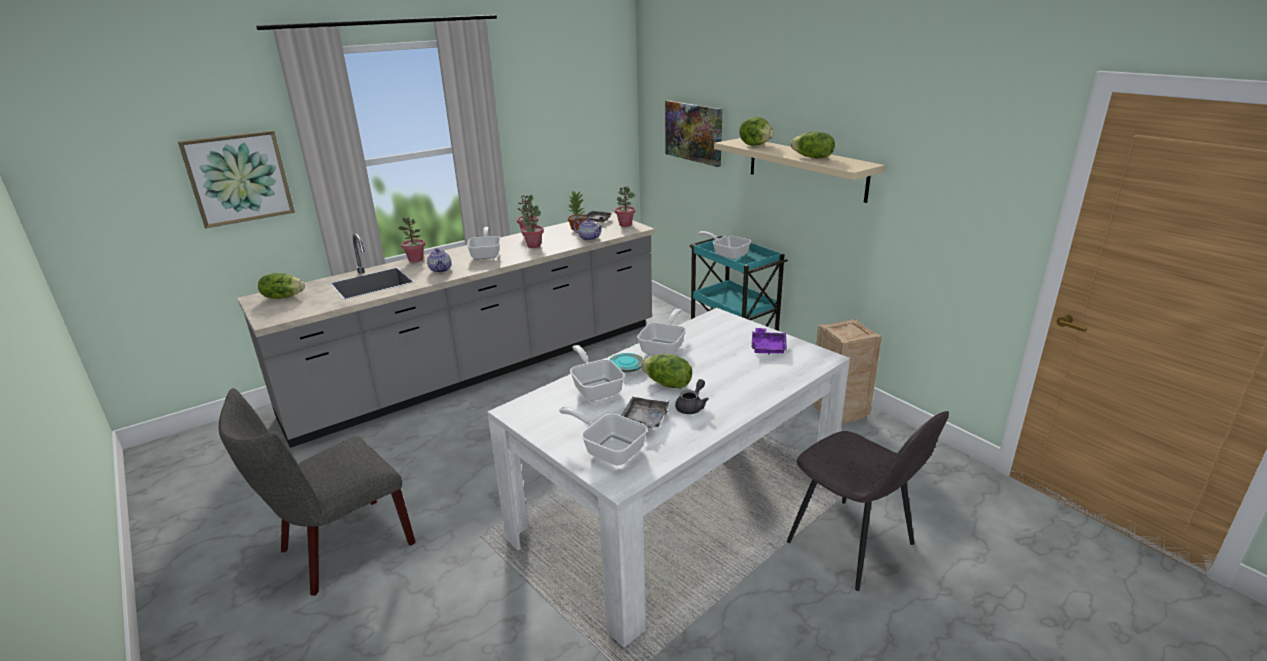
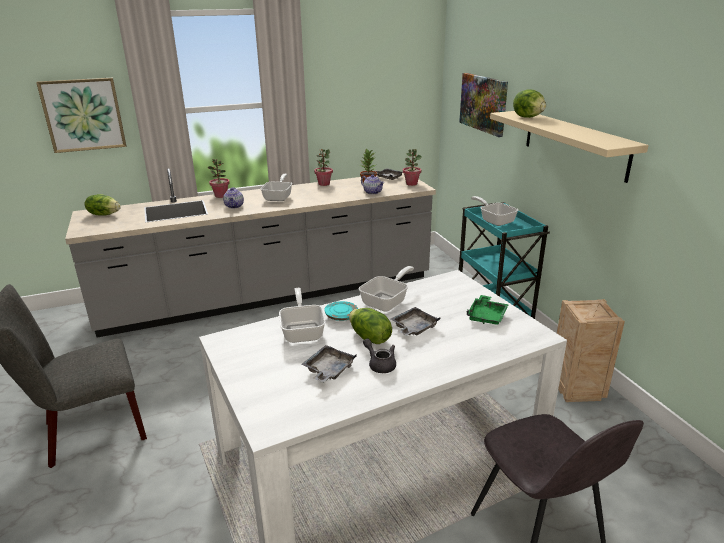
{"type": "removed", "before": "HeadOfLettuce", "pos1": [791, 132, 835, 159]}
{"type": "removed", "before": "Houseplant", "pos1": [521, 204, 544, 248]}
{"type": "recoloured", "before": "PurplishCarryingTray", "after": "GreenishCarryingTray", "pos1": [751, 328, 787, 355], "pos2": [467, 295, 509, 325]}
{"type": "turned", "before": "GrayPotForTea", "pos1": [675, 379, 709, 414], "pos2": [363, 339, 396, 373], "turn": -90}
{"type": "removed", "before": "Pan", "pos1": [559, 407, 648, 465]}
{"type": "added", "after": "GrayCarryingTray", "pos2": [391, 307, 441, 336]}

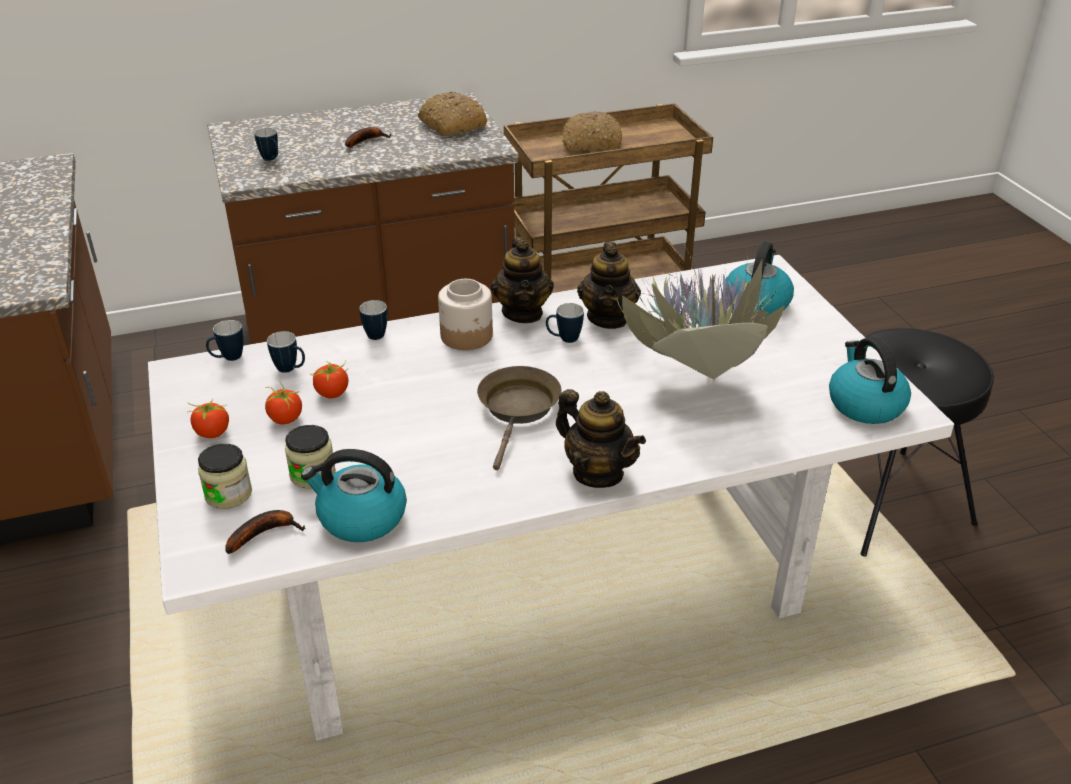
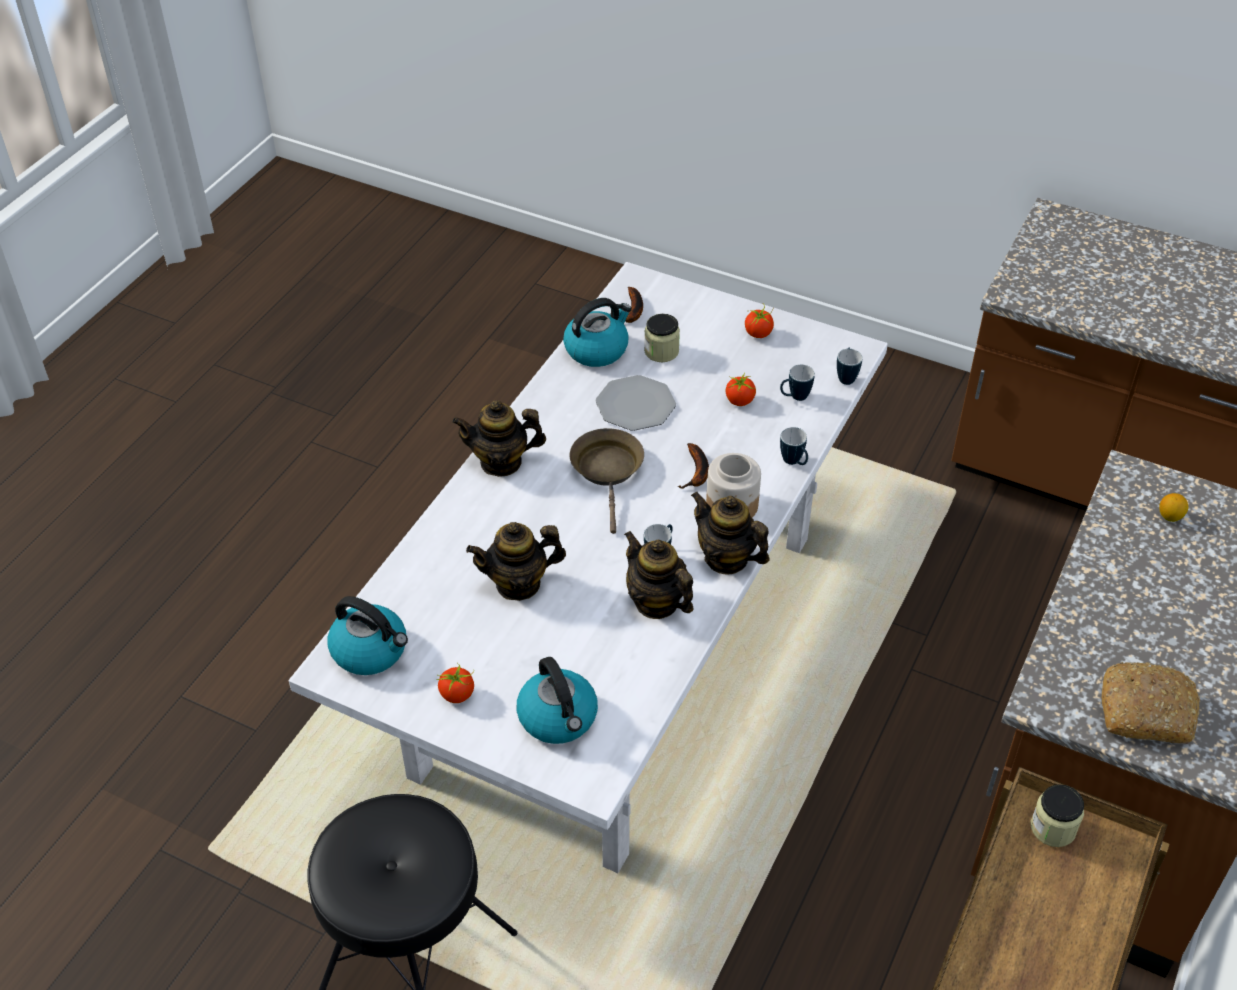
{"type": "removed", "before": "BakedBread", "pos1": [562, 111, 622, 151]}
{"type": "moved", "before": "Banana", "pos1": [345, 127, 391, 148], "pos2": [678, 443, 709, 489]}
{"type": "replaced", "before": "TeaMug", "after": "CitrusFruit", "pos1": [254, 128, 278, 161], "pos2": [1159, 493, 1188, 522]}
{"type": "replaced", "before": "Houseplant", "after": "PotForTea", "pos1": [615, 245, 793, 379], "pos2": [466, 522, 566, 601]}
{"type": "turned", "before": "BrownColouredPan", "pos1": [477, 366, 561, 470], "pos2": [570, 428, 644, 534], "turn": -150}
{"type": "moved", "before": "FreshTomato", "pos1": [265, 382, 302, 425], "pos2": [437, 663, 474, 703]}
{"type": "moved", "before": "PreserveJar", "pos1": [198, 444, 252, 509], "pos2": [1031, 784, 1084, 847]}
{"type": "added", "after": "FlatDish", "pos2": [596, 375, 676, 431]}

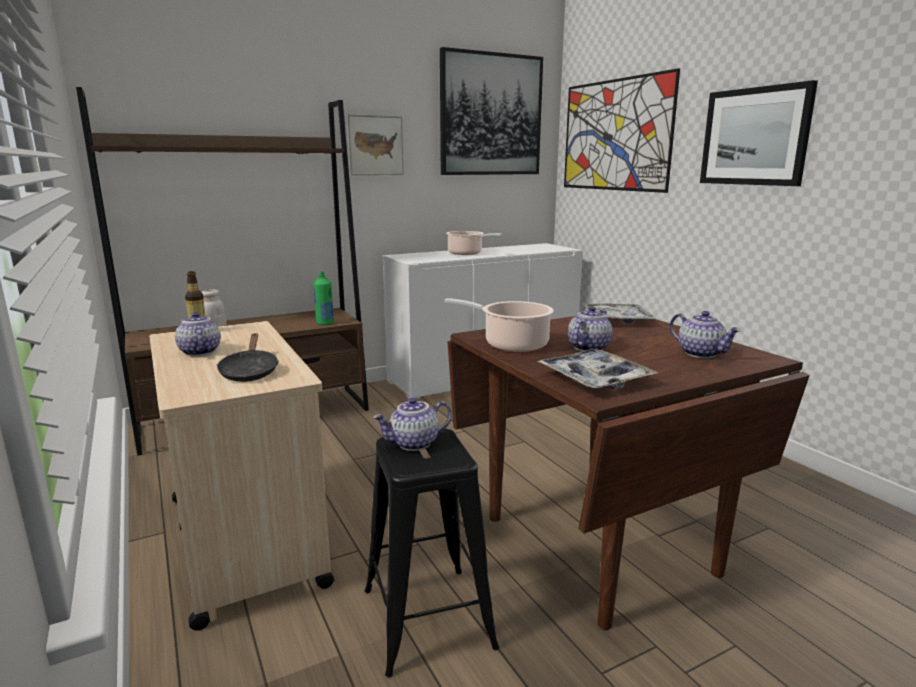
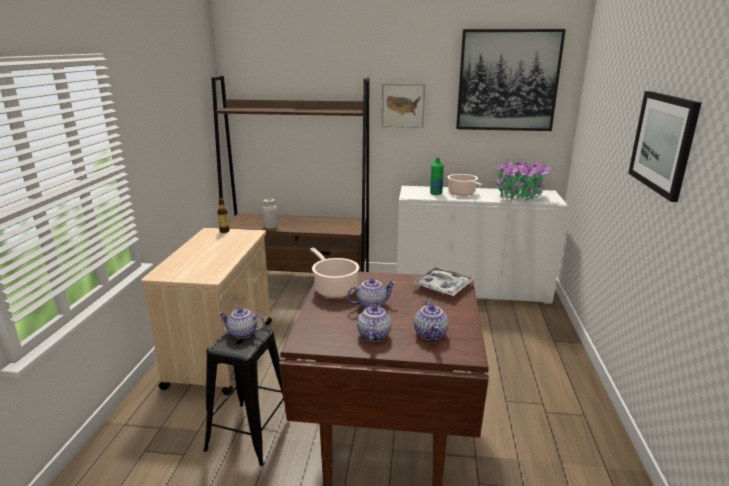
{"type": "removed", "before": "WallArt", "pos1": [564, 68, 680, 193]}
{"type": "moved", "before": "GreenishDrinkBottle", "pos1": [313, 271, 334, 325], "pos2": [430, 158, 444, 195]}
{"type": "moved", "before": "PotForTea", "pos1": [175, 312, 221, 356], "pos2": [357, 301, 392, 342]}
{"type": "removed", "before": "BlackPan", "pos1": [216, 333, 279, 382]}
{"type": "removed", "before": "CarryingTray", "pos1": [537, 349, 659, 389]}
{"type": "added", "after": "Houseplant", "pos2": [494, 157, 551, 200]}

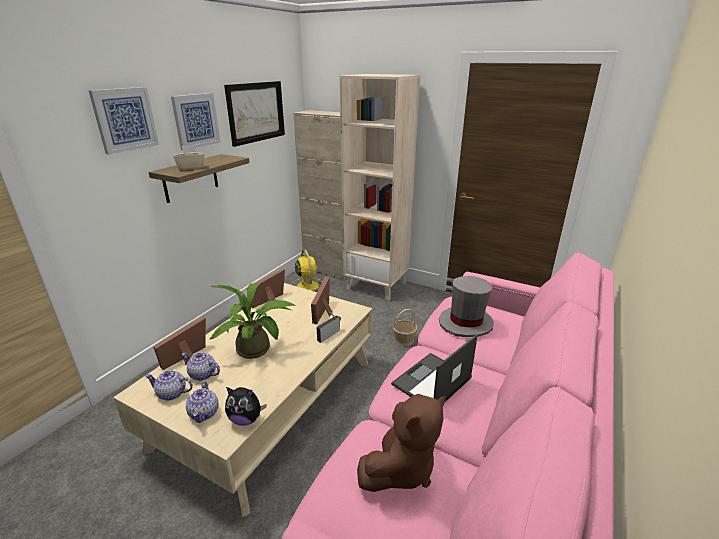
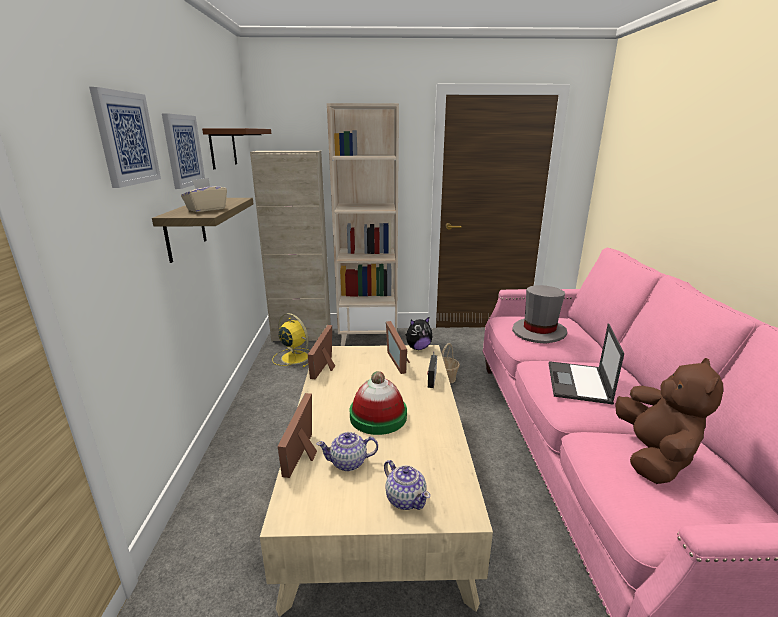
{"type": "replaced", "before": "WallArt", "after": "BrownColouredBracketShelf", "pos1": [224, 81, 285, 147], "pos2": [202, 128, 271, 169]}
{"type": "replaced", "before": "Houseplant", "after": "Hat", "pos1": [210, 283, 295, 359], "pos2": [350, 371, 407, 435]}
{"type": "removed", "before": "PotForTea", "pos1": [145, 370, 193, 401]}
{"type": "moved", "before": "SoftToy", "pos1": [225, 387, 266, 426], "pos2": [405, 317, 432, 350]}

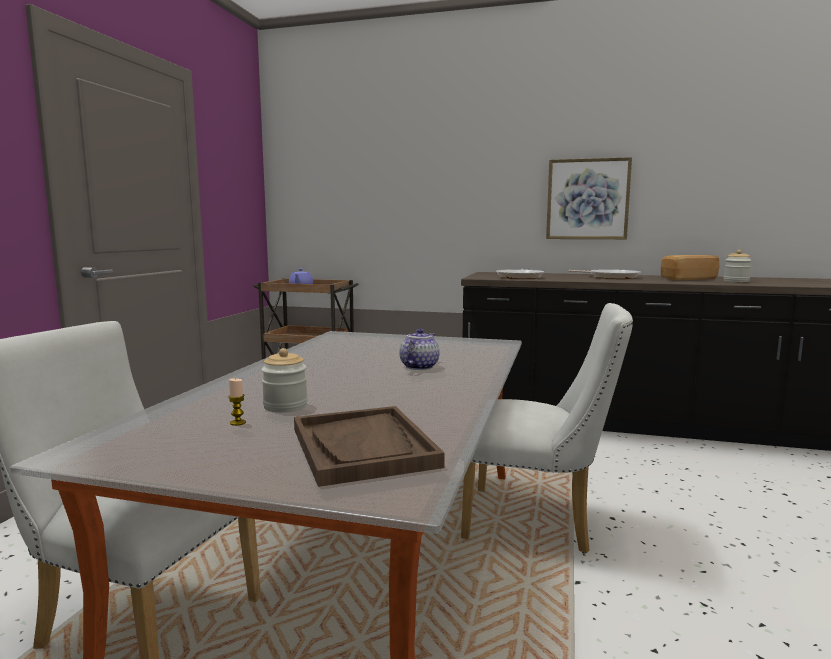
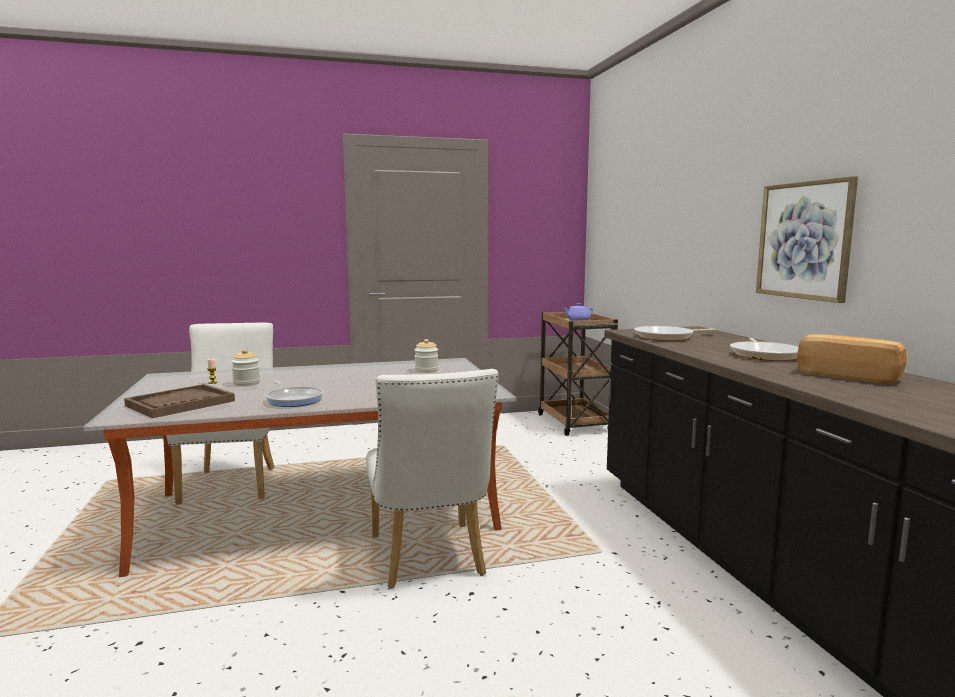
{"type": "moved", "before": "PreserveJar", "pos1": [724, 250, 752, 282], "pos2": [415, 339, 438, 373]}
{"type": "removed", "before": "PotForTea", "pos1": [399, 328, 440, 370]}
{"type": "added", "after": "Pan", "pos2": [265, 381, 324, 407]}

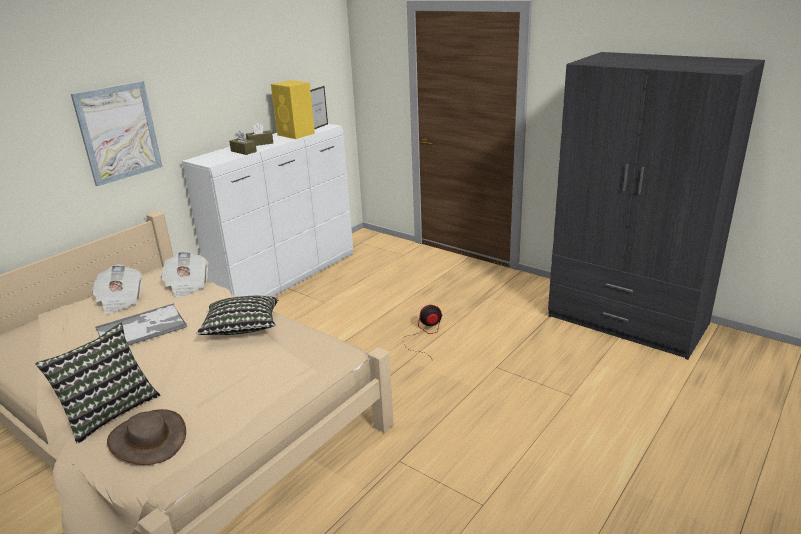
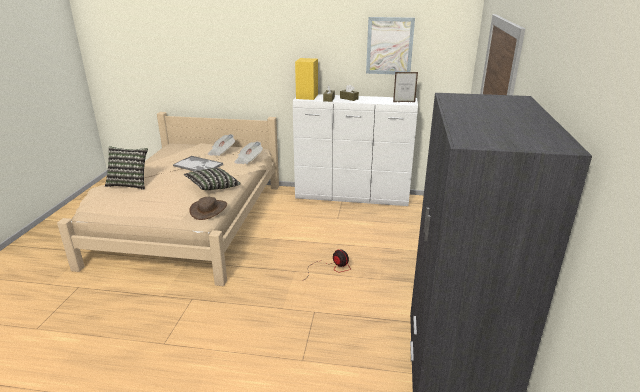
{"type": "moved", "before": "YellowColouredAudioSpeaker", "pos1": [271, 80, 315, 139], "pos2": [295, 58, 318, 100]}
{"type": "moved", "before": "WallArt", "pos1": [71, 81, 163, 186], "pos2": [366, 17, 415, 74]}
{"type": "moved", "before": "BrownColouredHat", "pos1": [107, 409, 186, 465], "pos2": [189, 197, 227, 220]}

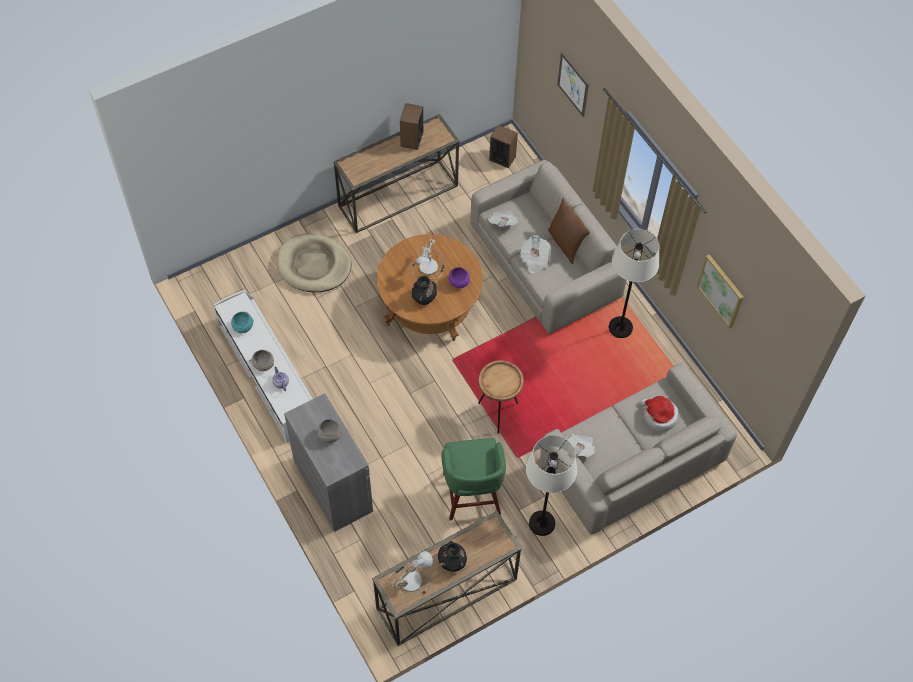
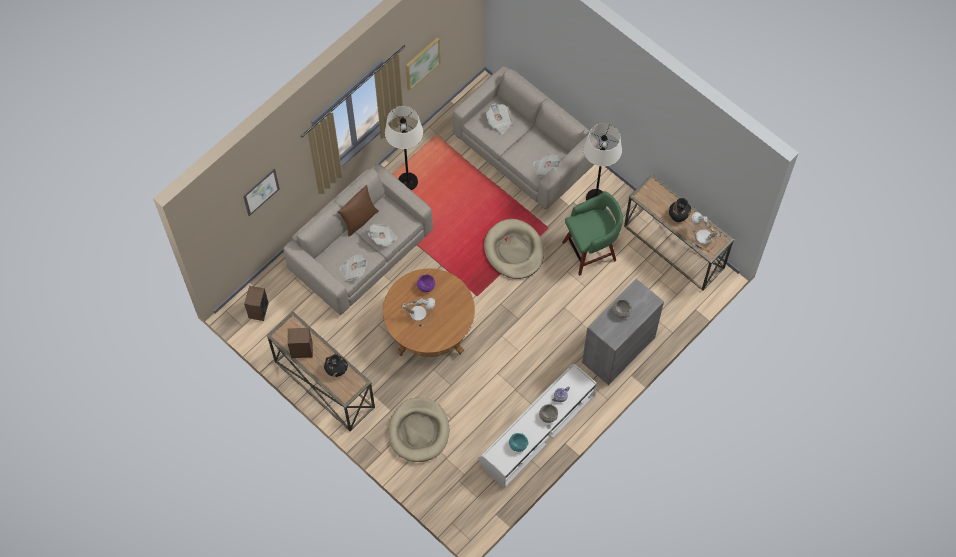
{"type": "moved", "before": "BlackFlowerVase", "pos1": [412, 276, 437, 305], "pos2": [324, 354, 348, 377]}
{"type": "replaced", "before": "BrownColouredEndTable", "after": "BeigeDogBed", "pos1": [478, 360, 524, 434], "pos2": [484, 219, 544, 279]}
{"type": "replaced", "before": "Hat", "after": "Newspaper", "pos1": [640, 396, 679, 431], "pos2": [486, 103, 513, 134]}

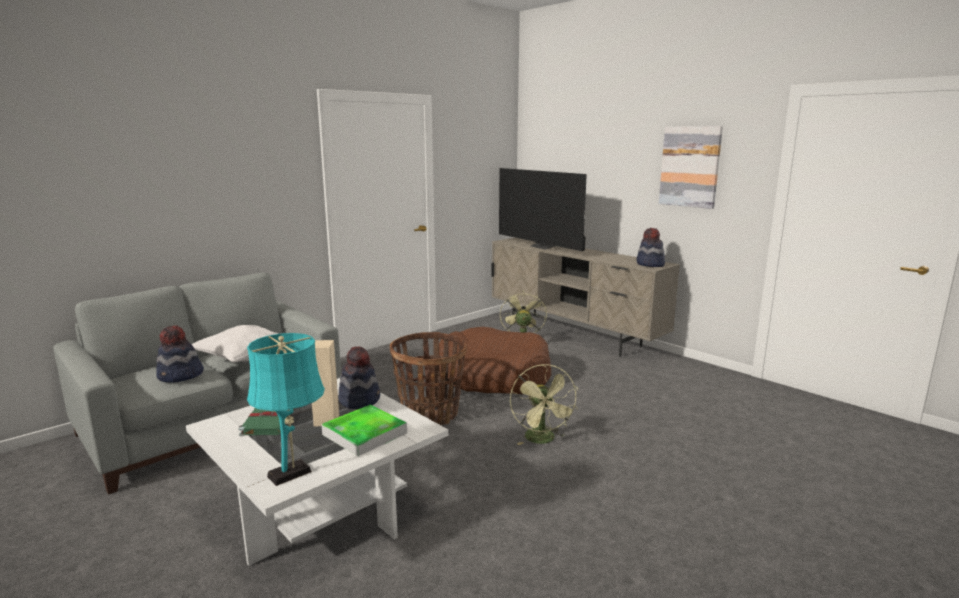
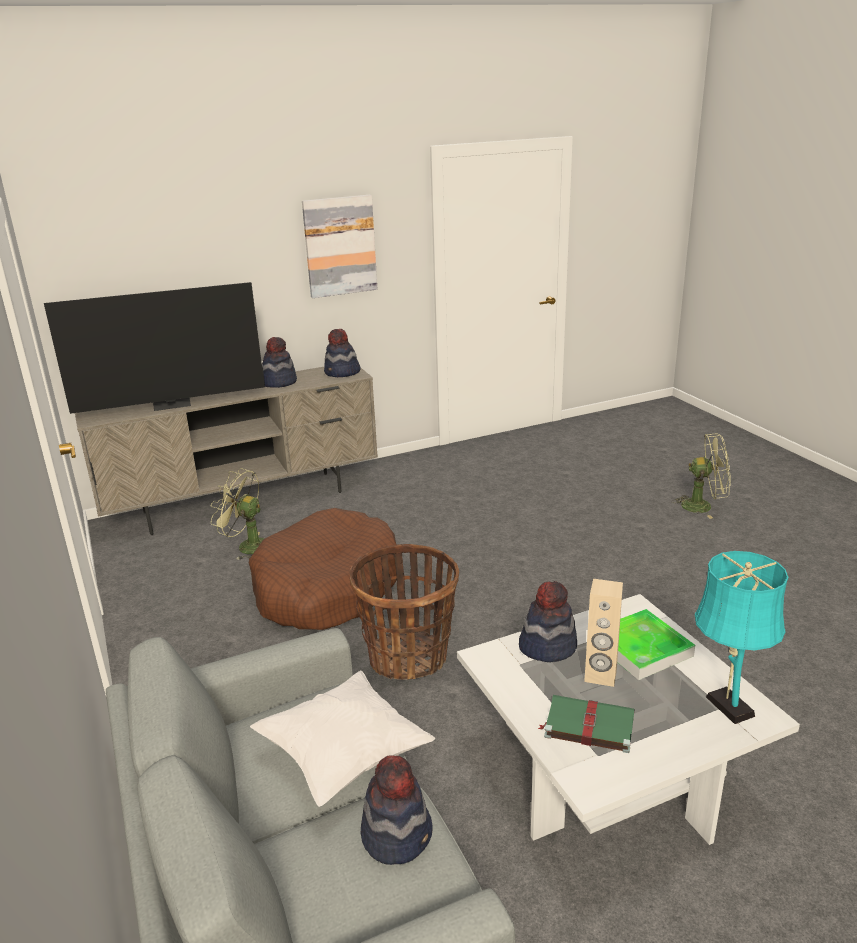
{"type": "moved", "before": "GreenishFan", "pos1": [510, 364, 578, 445], "pos2": [672, 434, 731, 519]}
{"type": "added", "after": "Hat", "pos2": [262, 337, 297, 388]}

